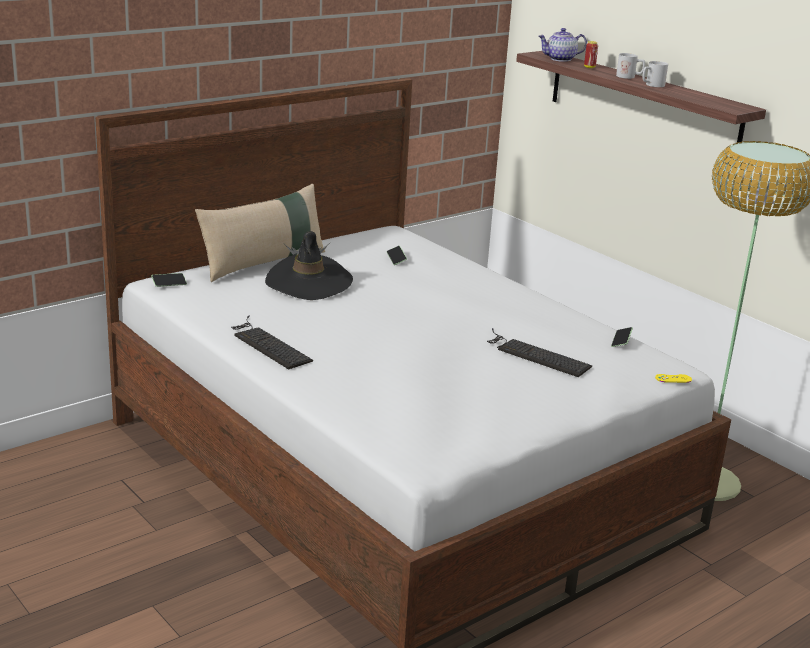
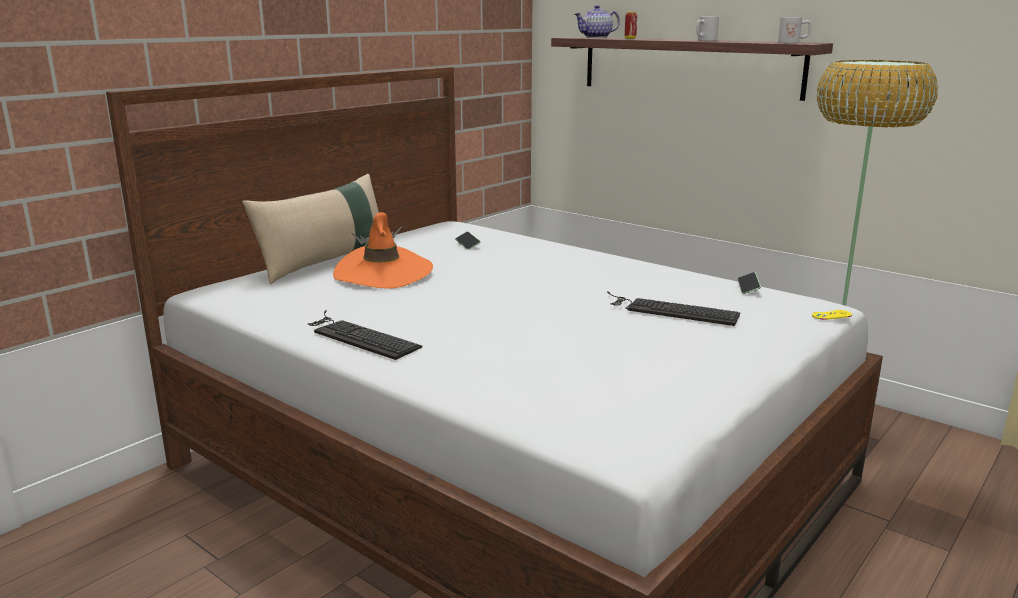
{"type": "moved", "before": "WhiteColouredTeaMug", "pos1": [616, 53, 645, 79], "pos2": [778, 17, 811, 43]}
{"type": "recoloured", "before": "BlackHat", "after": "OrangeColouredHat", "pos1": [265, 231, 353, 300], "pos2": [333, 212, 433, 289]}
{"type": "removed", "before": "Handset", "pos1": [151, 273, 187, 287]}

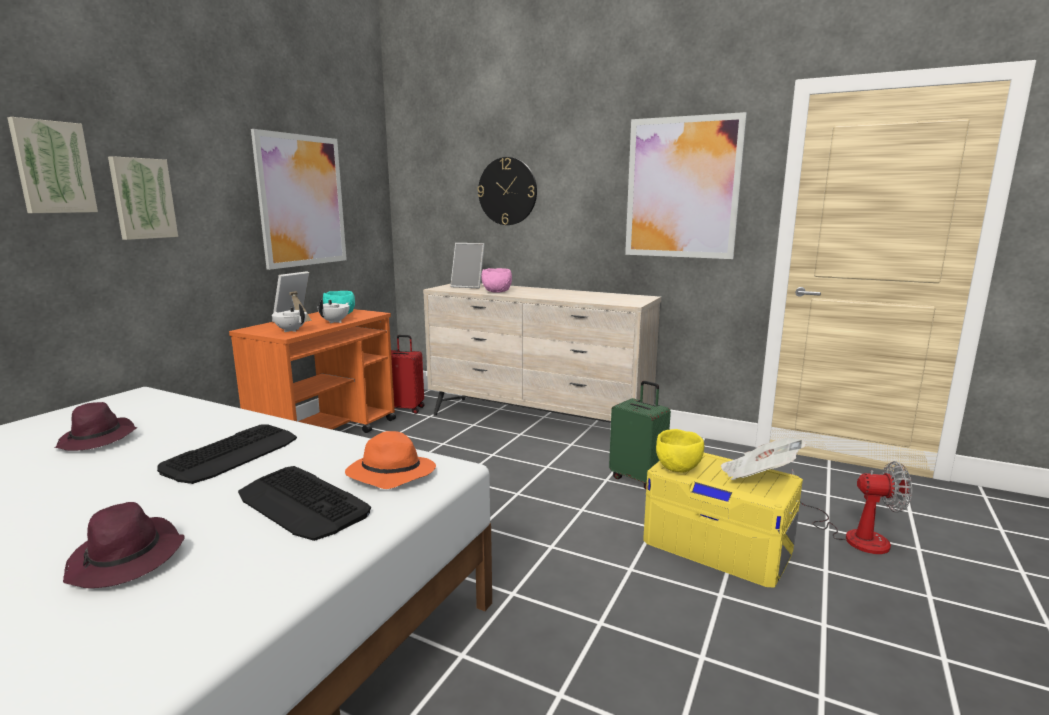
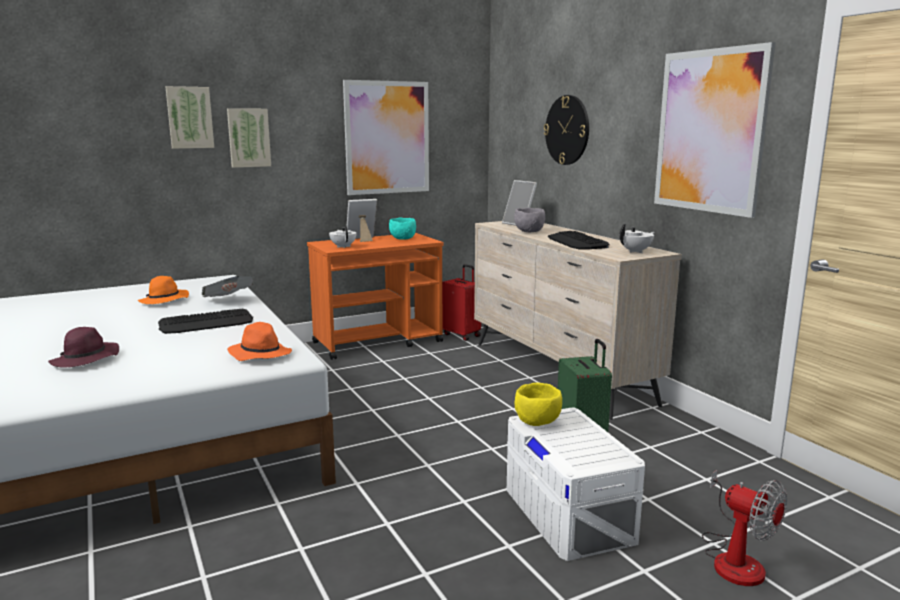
{"type": "recoloured", "before": "PinkServingBowl", "after": "GrayServingBowl", "pos1": [481, 268, 512, 293], "pos2": [514, 208, 545, 232]}
{"type": "moved", "before": "WhiteColouredPotForTea", "pos1": [317, 298, 349, 324], "pos2": [619, 224, 654, 253]}
{"type": "recoloured", "before": "PurplishHat", "after": "OrangeColouredHat", "pos1": [54, 402, 137, 451], "pos2": [138, 276, 189, 304]}
{"type": "moved", "before": "Newspaper", "pos1": [721, 437, 806, 480], "pos2": [201, 276, 254, 297]}
{"type": "recoloured", "before": "YellowColouredStorageBox", "after": "WhiteColouredStorageBox", "pos1": [643, 453, 803, 588], "pos2": [507, 407, 645, 561]}
{"type": "moved", "before": "PcKeyboard", "pos1": [238, 466, 371, 541], "pos2": [548, 231, 609, 249]}

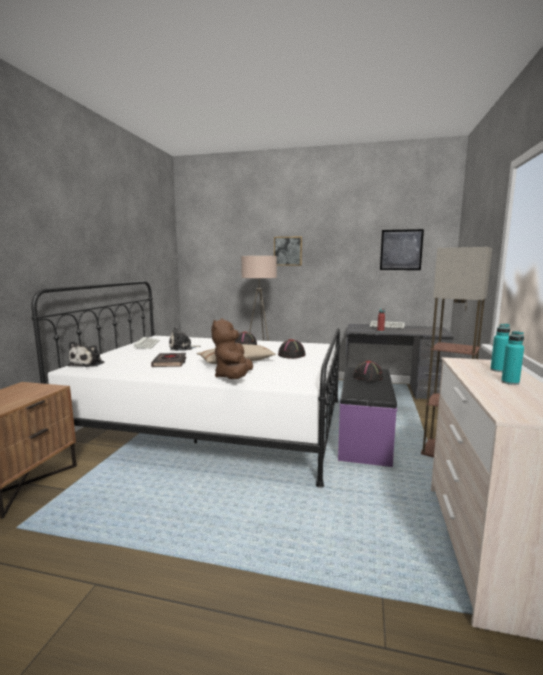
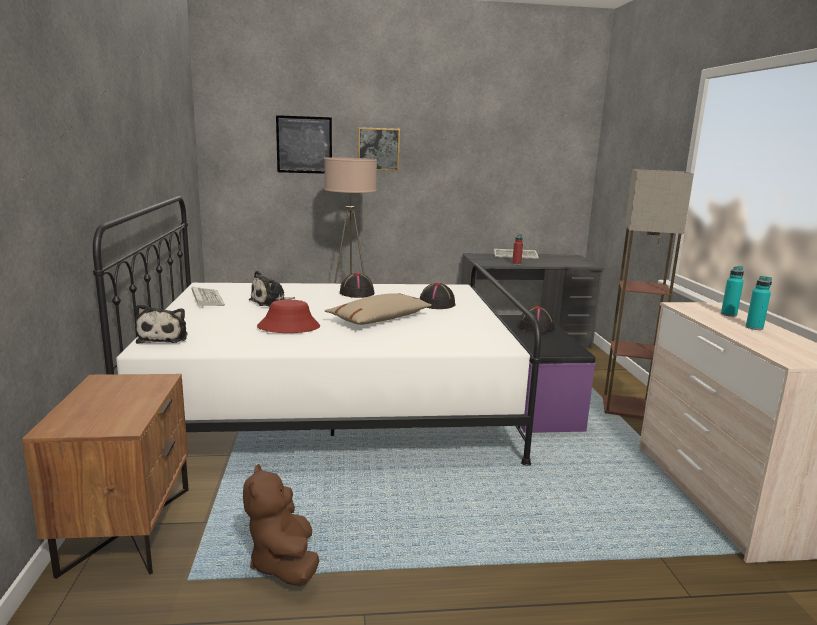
{"type": "moved", "before": "WallArt", "pos1": [380, 229, 424, 270], "pos2": [276, 115, 332, 174]}
{"type": "moved", "before": "BrownColouredSoftToy", "pos1": [211, 318, 253, 379], "pos2": [243, 464, 319, 586]}
{"type": "replaced", "before": "BlackBoundBook", "after": "RedColouredHat", "pos1": [151, 353, 186, 367], "pos2": [257, 300, 320, 333]}

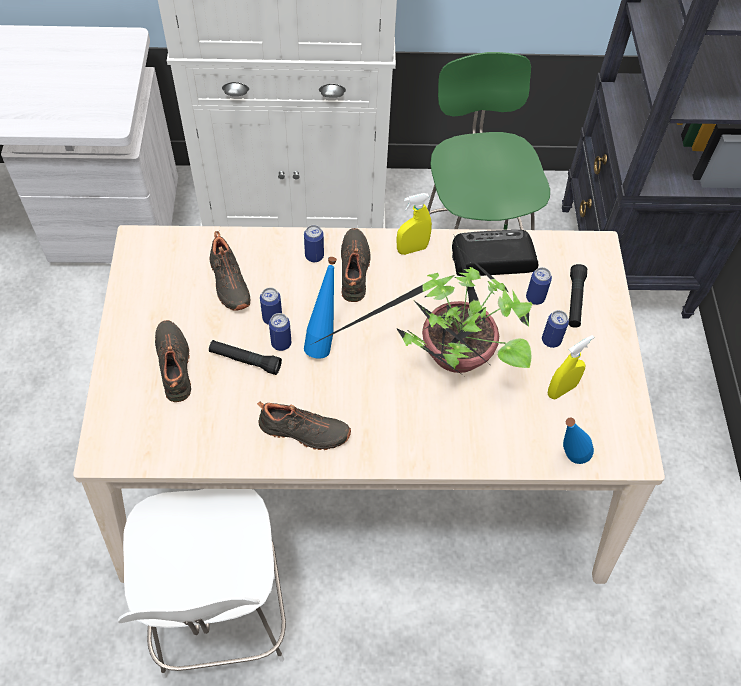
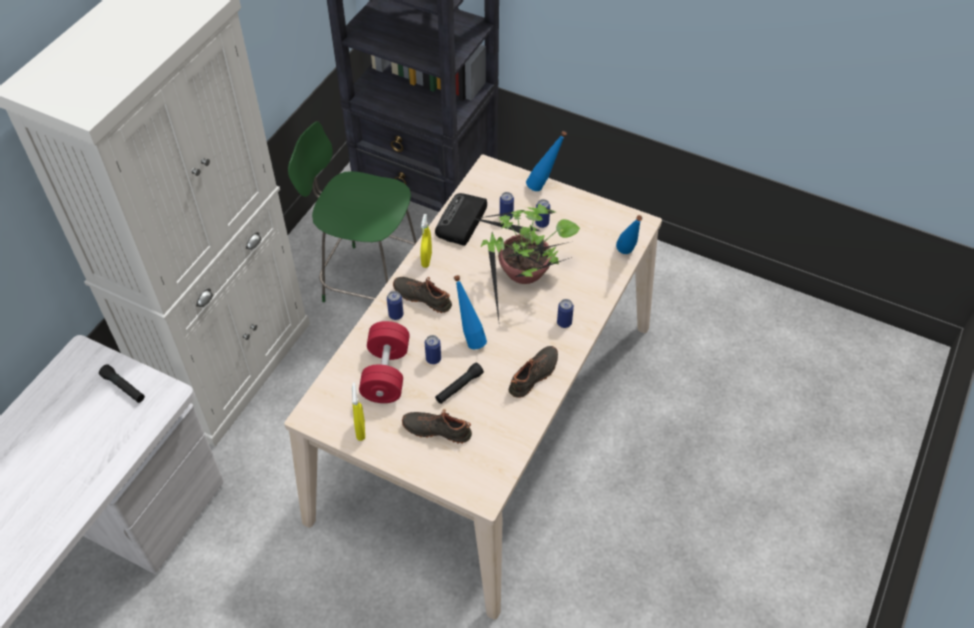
{"type": "replaced", "before": "BlackItemOfFootwear", "after": "RedColouredHandWeight", "pos1": [210, 231, 250, 311], "pos2": [359, 321, 410, 403]}
{"type": "moved", "before": "BlackFlashlight", "pos1": [569, 264, 587, 328], "pos2": [99, 364, 145, 403]}
{"type": "moved", "before": "Can", "pos1": [269, 313, 291, 351], "pos2": [557, 299, 574, 328]}
{"type": "moved", "before": "YellowColouredSprayBottle", "pos1": [548, 335, 594, 400], "pos2": [352, 383, 365, 441]}
{"type": "removed", "before": "WhiteColouredPlainChair", "pos1": [117, 489, 286, 679]}
{"type": "added", "after": "BlueColouredDrinkBottle", "pos2": [526, 131, 567, 191]}

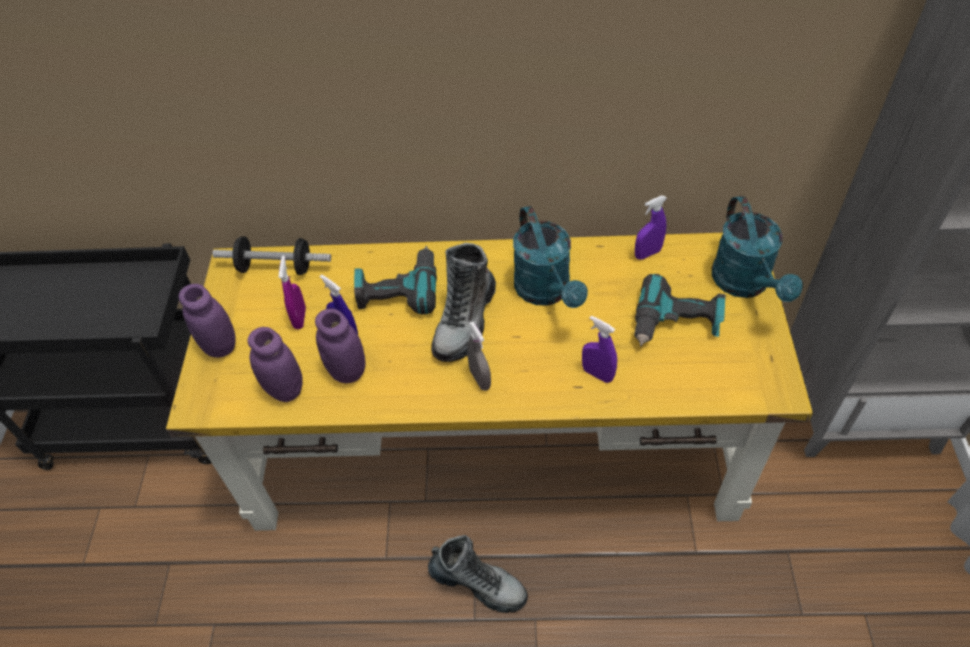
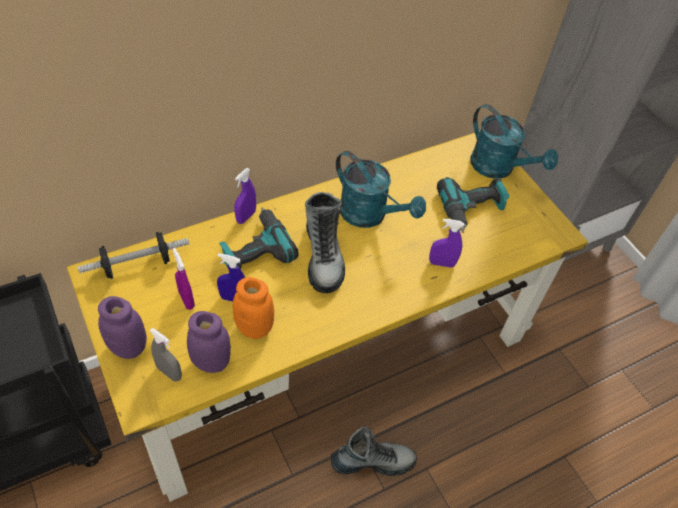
{"type": "moved", "before": "PurplishSprayBottle", "pos1": [635, 196, 667, 260], "pos2": [234, 168, 256, 224]}
{"type": "recoloured", "before": "PurplishPreserveJar", "after": "OrangeColouredPreserveJar", "pos1": [315, 308, 366, 383], "pos2": [233, 277, 274, 339]}
{"type": "moved", "before": "GraySprayBottle", "pos1": [467, 322, 491, 391], "pos2": [150, 328, 182, 382]}

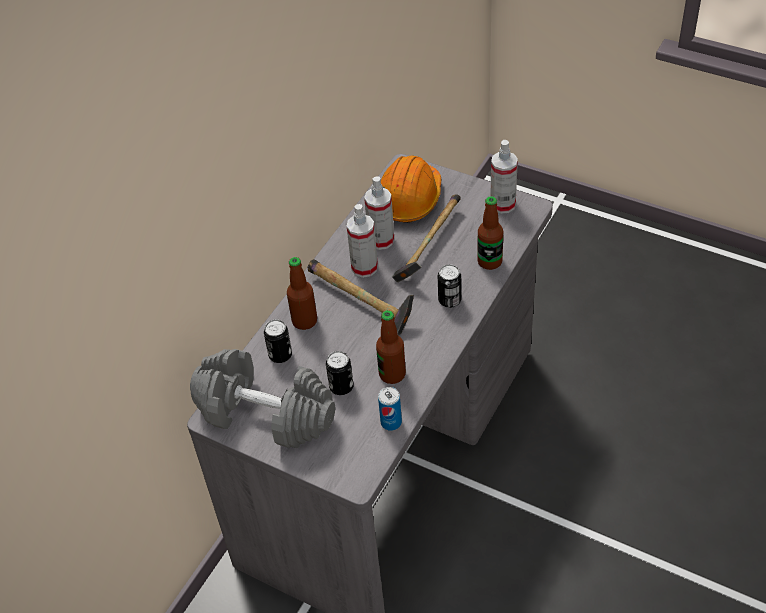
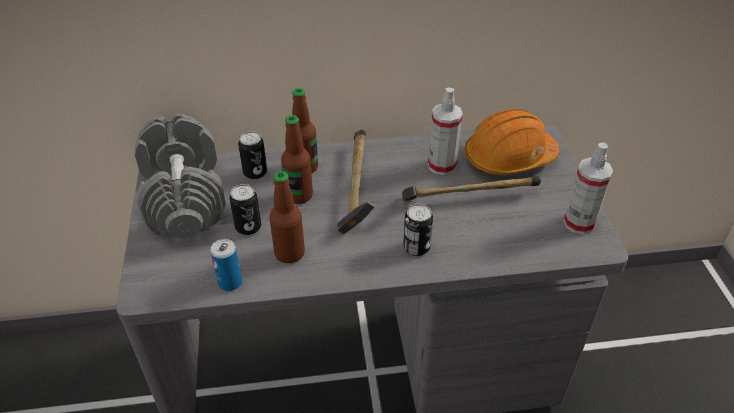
{"type": "moved", "before": "DrinkBottle", "pos1": [477, 196, 503, 270], "pos2": [281, 115, 313, 204]}
{"type": "removed", "before": "SprayBottle", "pos1": [347, 204, 378, 278]}

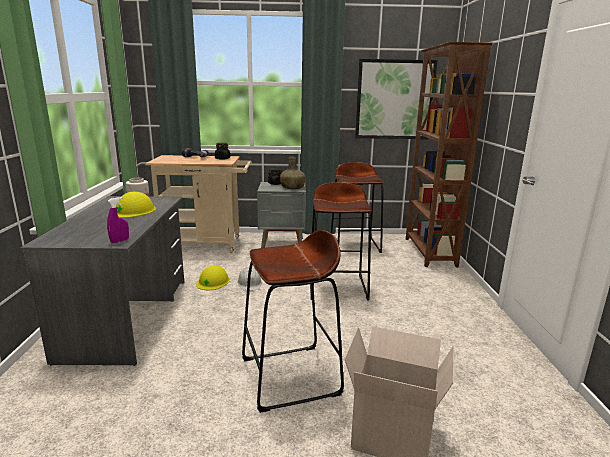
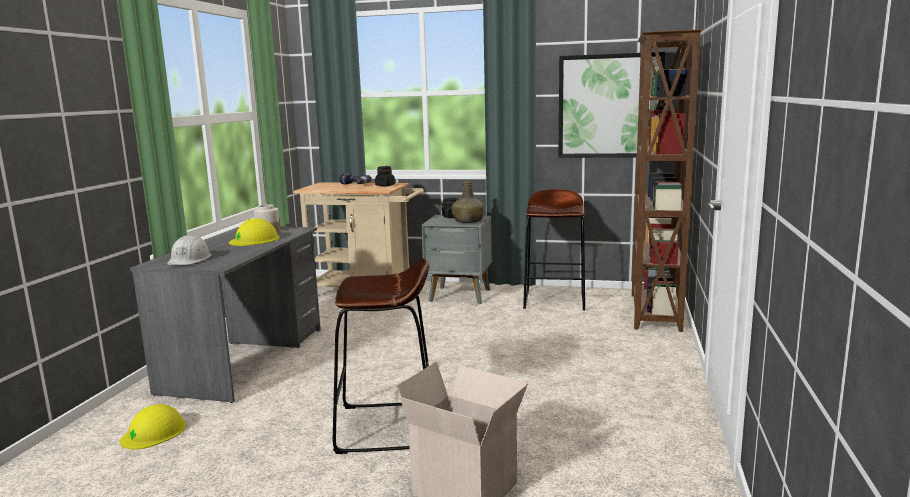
{"type": "removed", "before": "BrownColouredStool", "pos1": [310, 182, 371, 300]}
{"type": "removed", "before": "PurplishSprayBottle", "pos1": [107, 197, 129, 243]}
{"type": "moved", "before": "YellowColouredWorkHelmet", "pos1": [196, 265, 230, 290], "pos2": [120, 404, 186, 449]}
{"type": "moved", "before": "WhiteColouredWorkHelmet", "pos1": [237, 267, 262, 291], "pos2": [167, 235, 212, 265]}

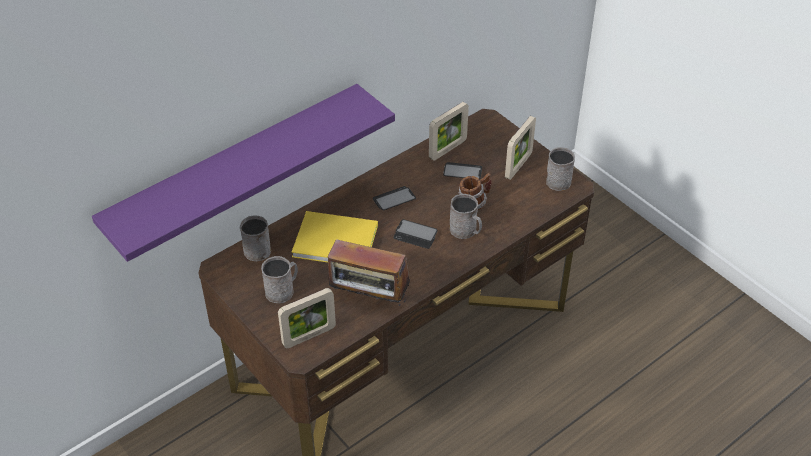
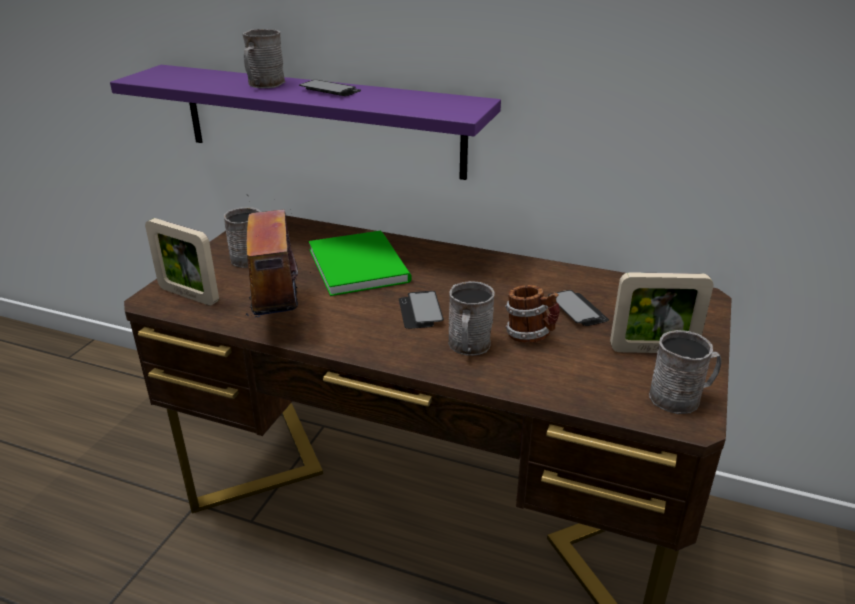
{"type": "removed", "before": "StandingFrame", "pos1": [429, 102, 469, 161]}
{"type": "moved", "before": "Handset", "pos1": [373, 186, 416, 210], "pos2": [299, 80, 361, 96]}
{"type": "recoloured", "before": "YellowColouredBoundBook", "after": "GreenishBoundBook", "pos1": [292, 211, 378, 263], "pos2": [309, 231, 411, 296]}
{"type": "moved", "before": "GrayTeaMug", "pos1": [239, 215, 271, 261], "pos2": [242, 29, 285, 88]}

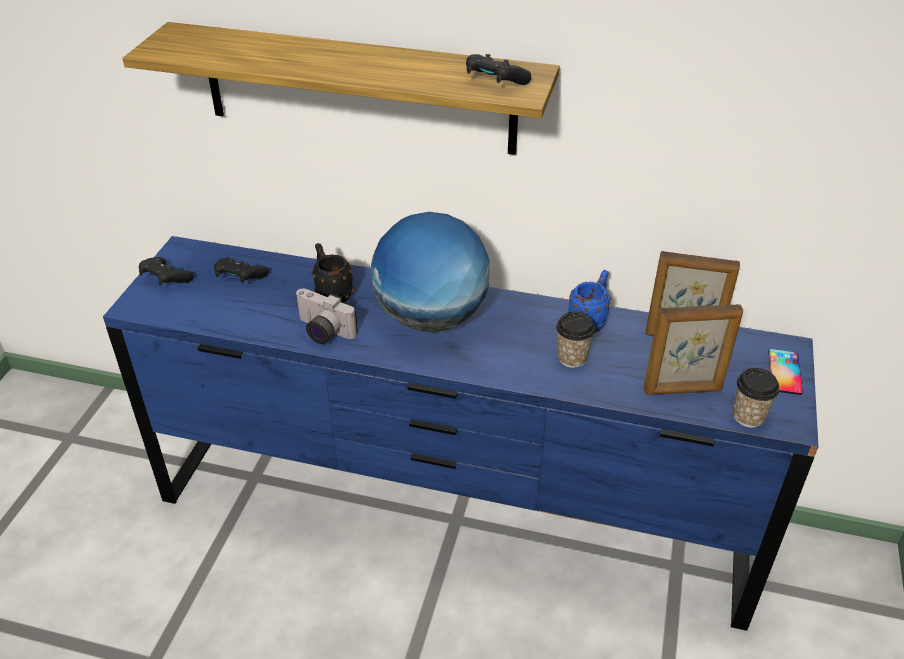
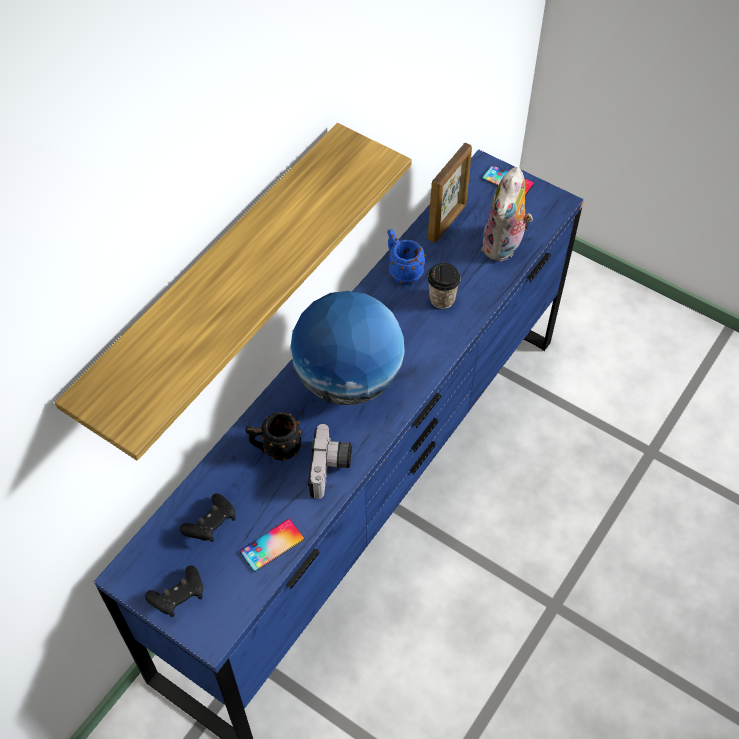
{"type": "removed", "before": "BlackGamepad", "pos1": [466, 54, 531, 85]}
{"type": "turned", "before": "PhotoCamera", "pos1": [295, 288, 358, 344], "pos2": [308, 424, 352, 499], "turn": -45}
{"type": "replaced", "before": "StandingFrame", "after": "SoftToy", "pos1": [643, 304, 743, 395], "pos2": [482, 167, 533, 262]}
{"type": "removed", "before": "SmallCup", "pos1": [733, 368, 779, 428]}
{"type": "added", "after": "Handset", "pos2": [240, 519, 304, 572]}

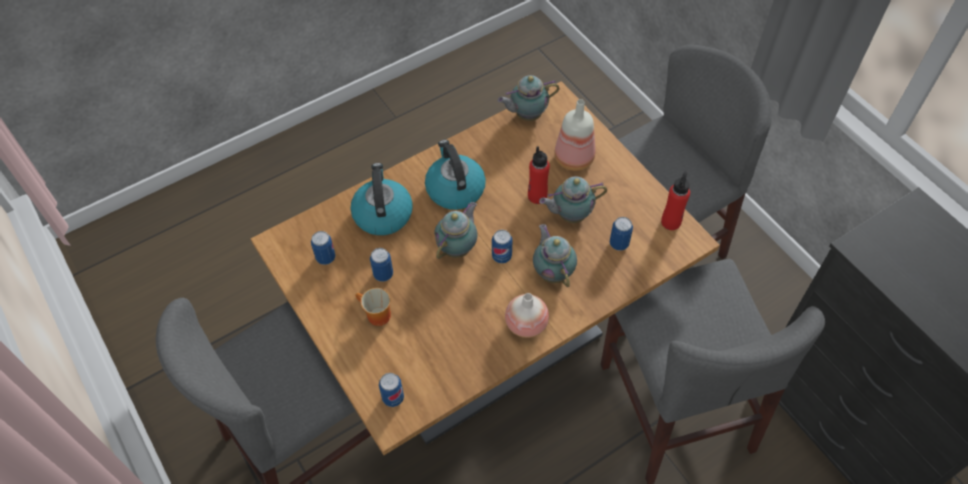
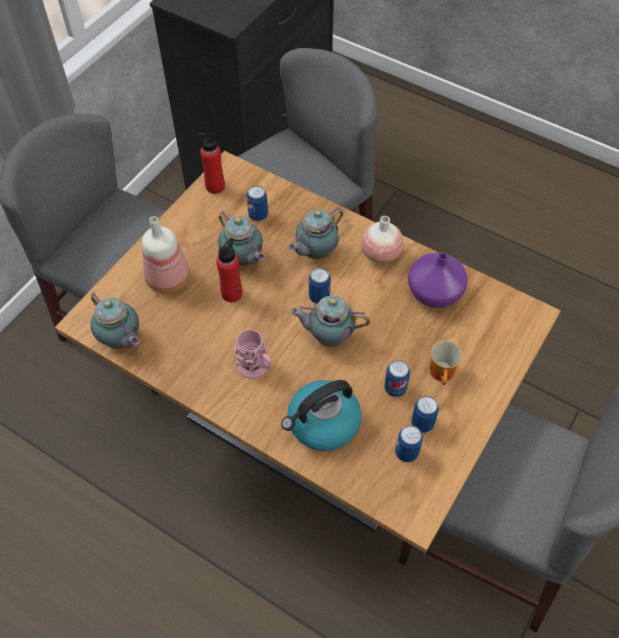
{"type": "replaced", "before": "Kettle", "after": "PinkTeaMug", "pos1": [425, 140, 486, 210], "pos2": [234, 329, 272, 379]}
{"type": "moved", "before": "Can", "pos1": [379, 373, 404, 407], "pos2": [411, 396, 439, 433]}
{"type": "added", "after": "PurplishFlowerVase", "pos2": [408, 252, 468, 308]}

